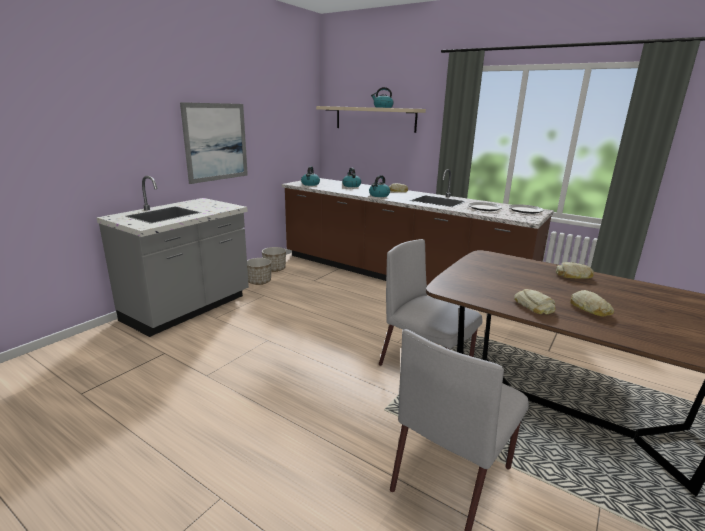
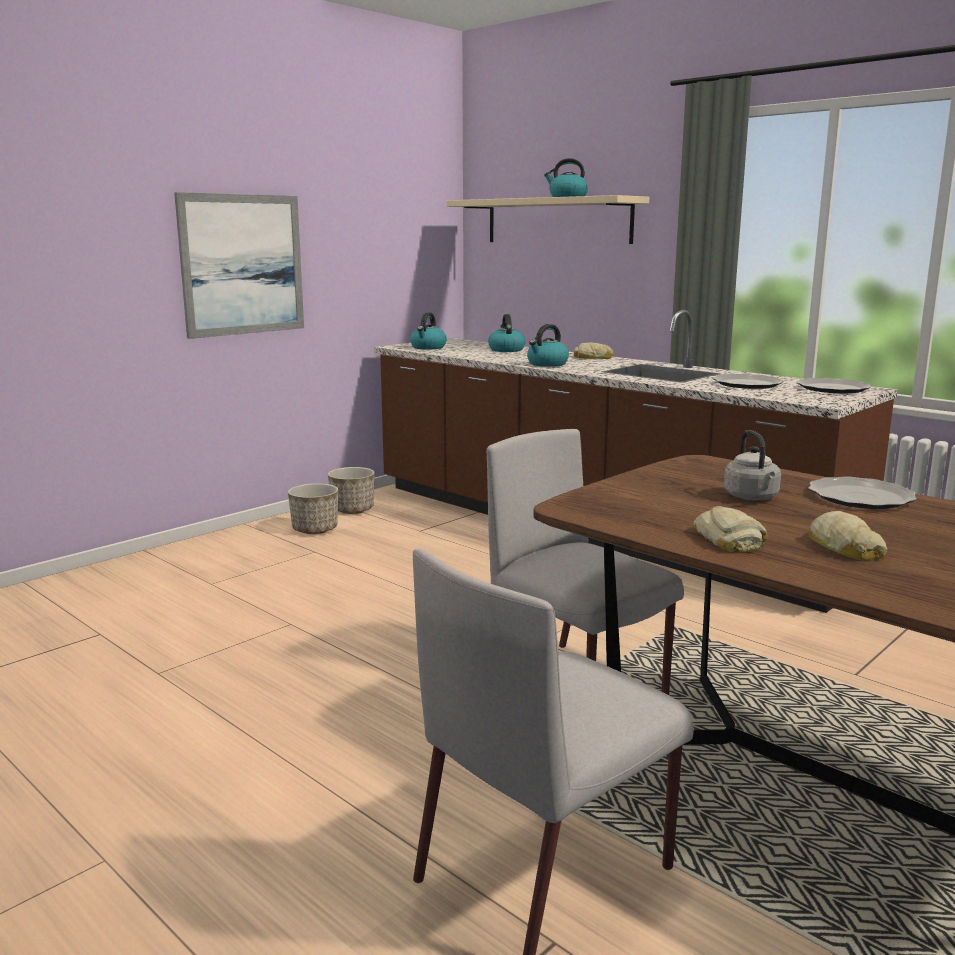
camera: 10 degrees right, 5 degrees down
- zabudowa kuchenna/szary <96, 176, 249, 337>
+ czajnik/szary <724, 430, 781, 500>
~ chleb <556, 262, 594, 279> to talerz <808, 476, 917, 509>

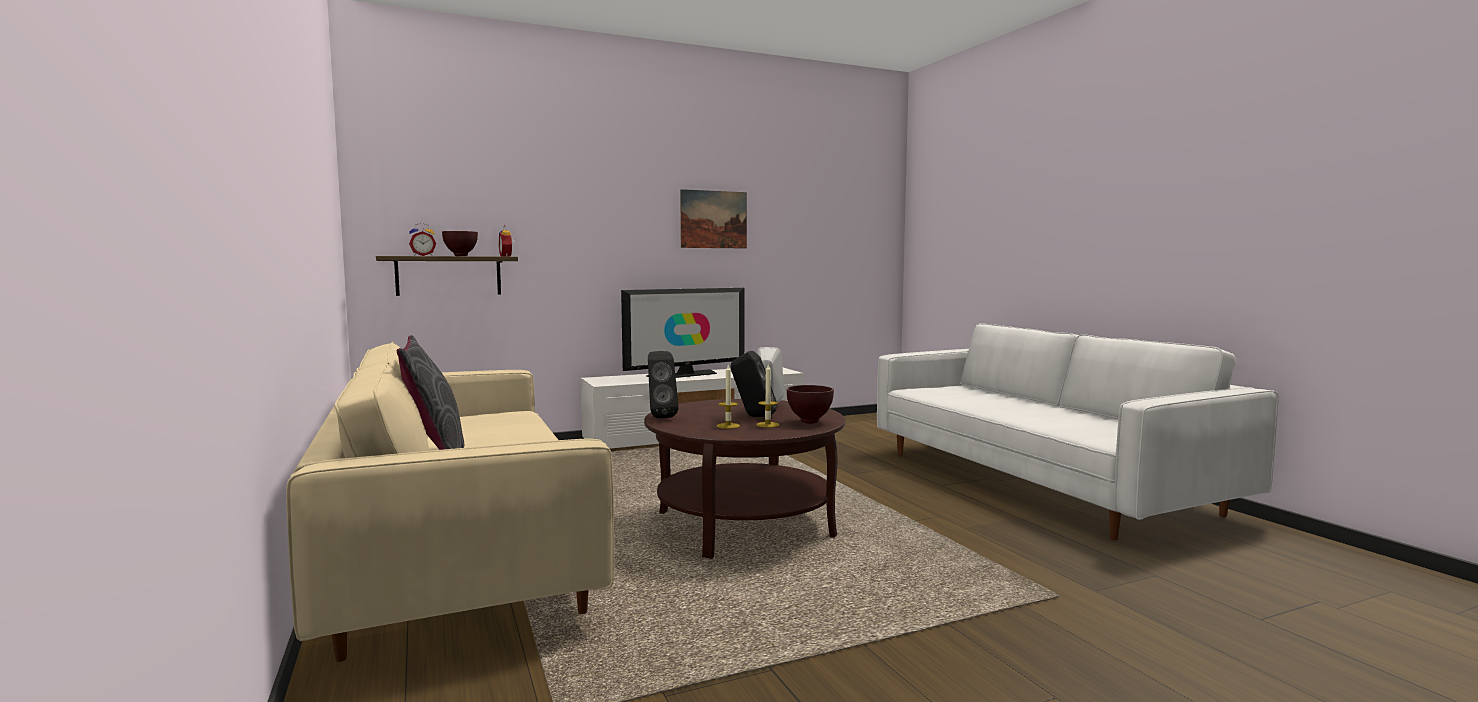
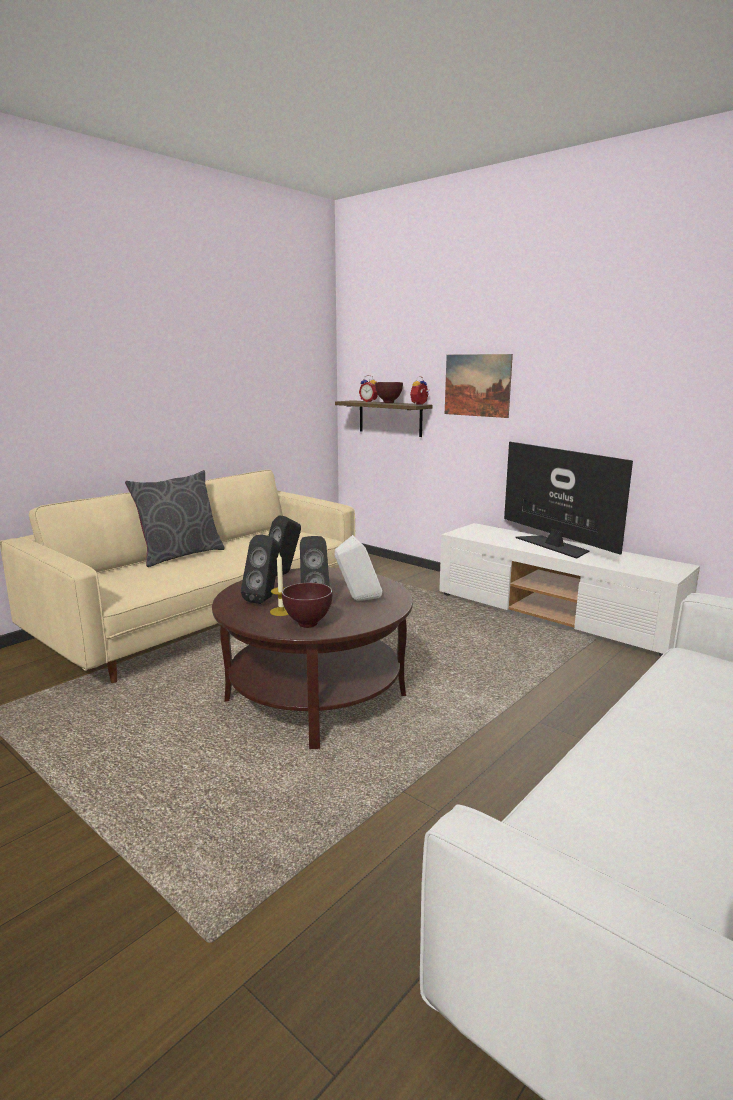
camera: 65 degrees right, 10 degrees up
~ obraz <680, 189, 747, 248> to <445, 354, 513, 418>
~ świeca <717, 365, 740, 429> to głośnik/czarny <241, 535, 281, 604>
~ telewizor <621, 288, 744, 378> = <504, 442, 633, 559> 150 degrees counterclockwise

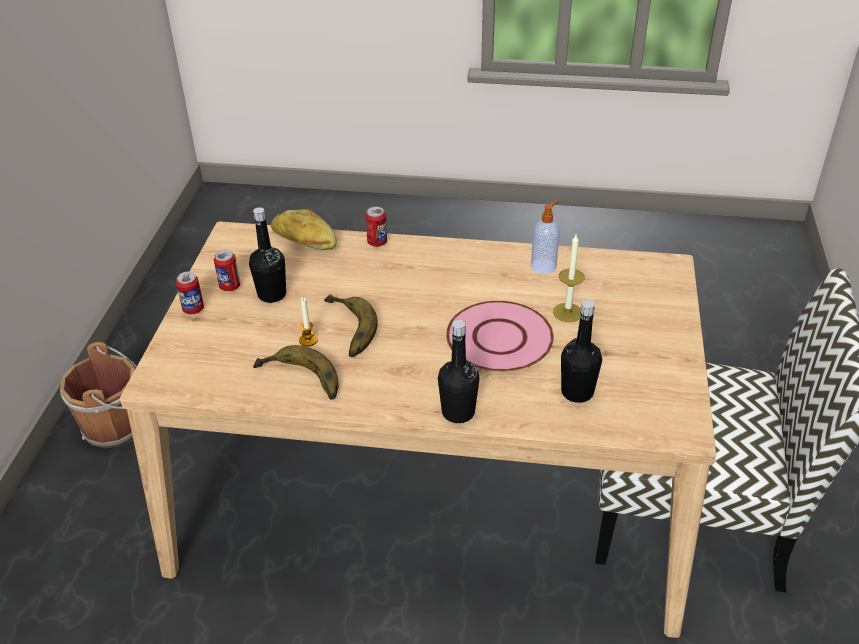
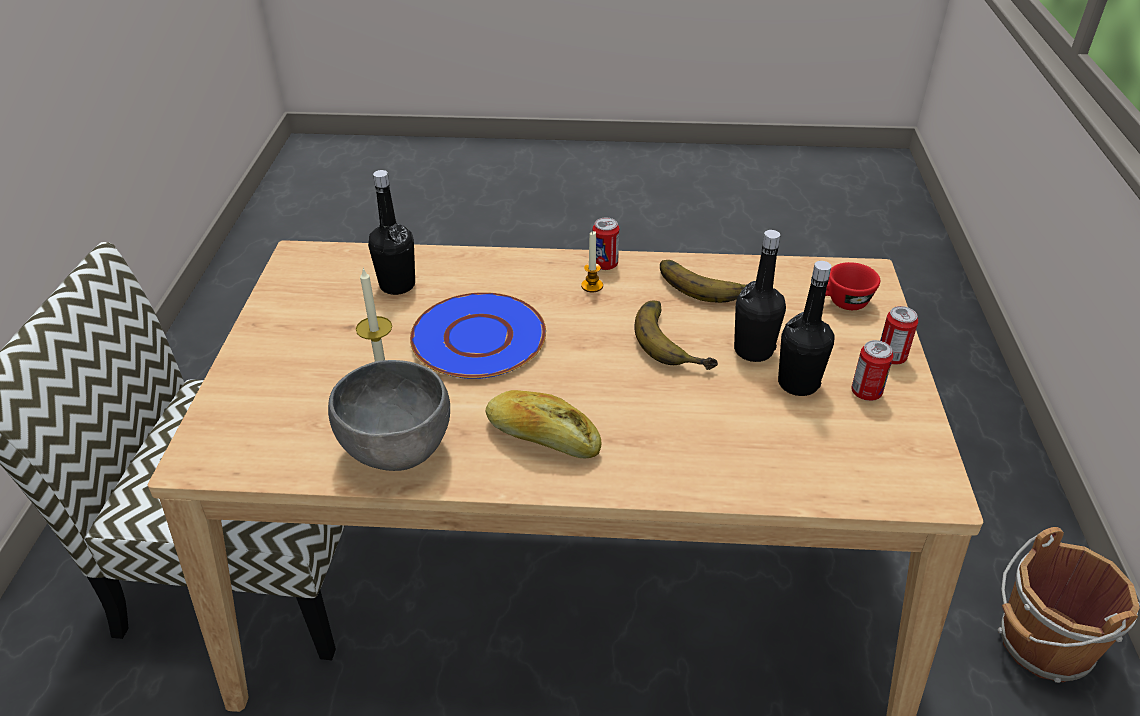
camera: 175 degrees right, 0 degrees up
+ filiżanka/czerwony <825, 262, 880, 310>
~ chleb <271, 209, 337, 250> to <486, 390, 602, 458>
~ świeca <299, 298, 318, 347> to <581, 231, 603, 293>
~ puszka <365, 207, 387, 247> to <593, 218, 619, 270>
~ butelka/czarny <438, 320, 479, 423> to <734, 230, 786, 362>
~ dozownik mydła <531, 200, 560, 274> to miska/szary <328, 360, 450, 471>
~ talerz/różowy <446, 301, 554, 372> to talerz/niebieski <410, 292, 546, 379>

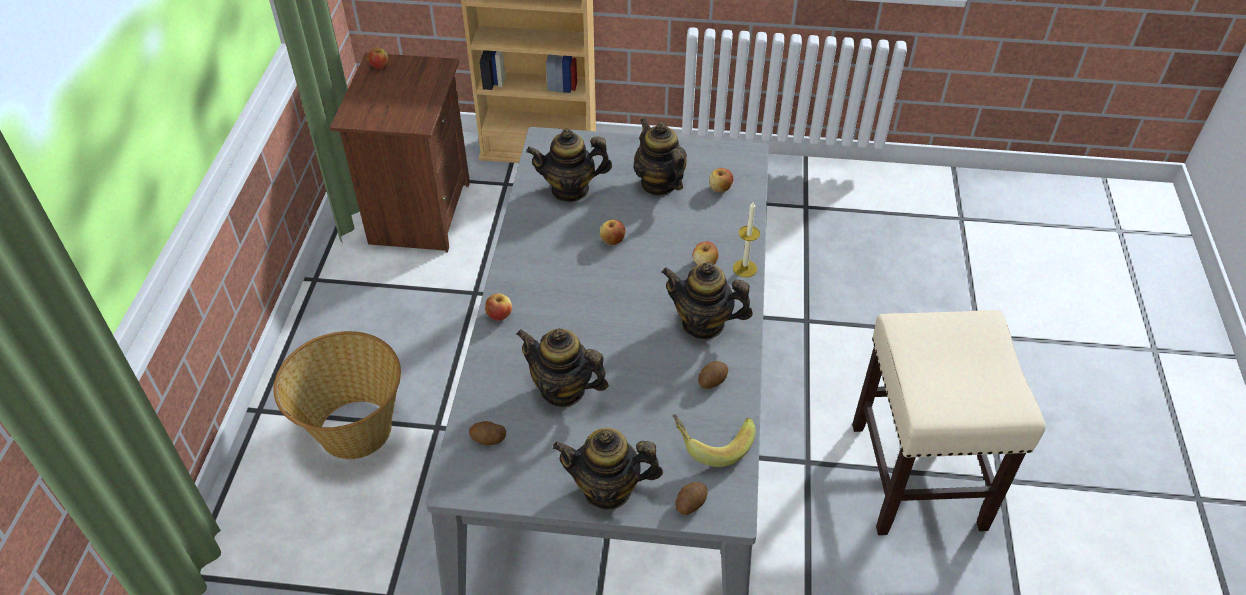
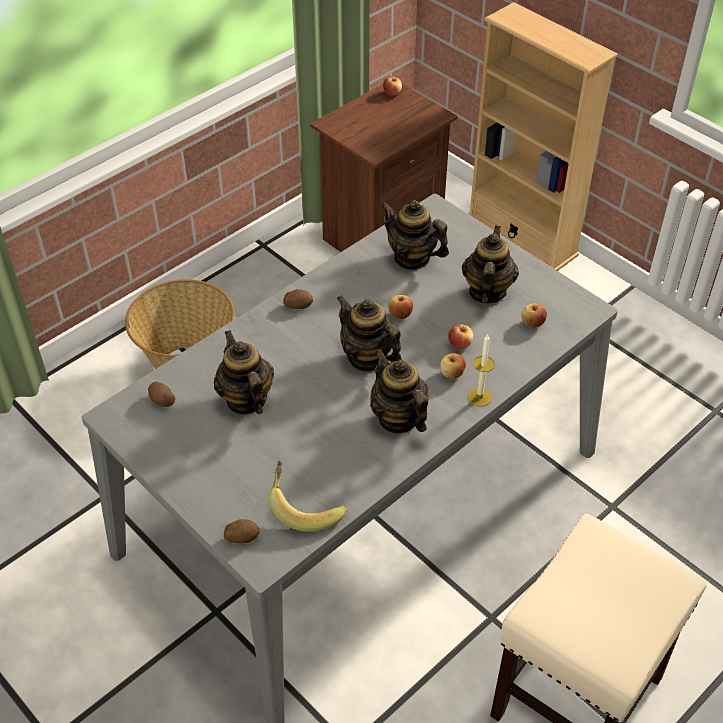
camera: 40 degrees right, 0 degrees up
~ jabłko <485, 294, 512, 321> to <448, 324, 474, 349>
~ imbryk <553, 428, 663, 509> to <336, 295, 402, 372>
~ ziemniak <698, 361, 728, 389> to <283, 289, 313, 309>

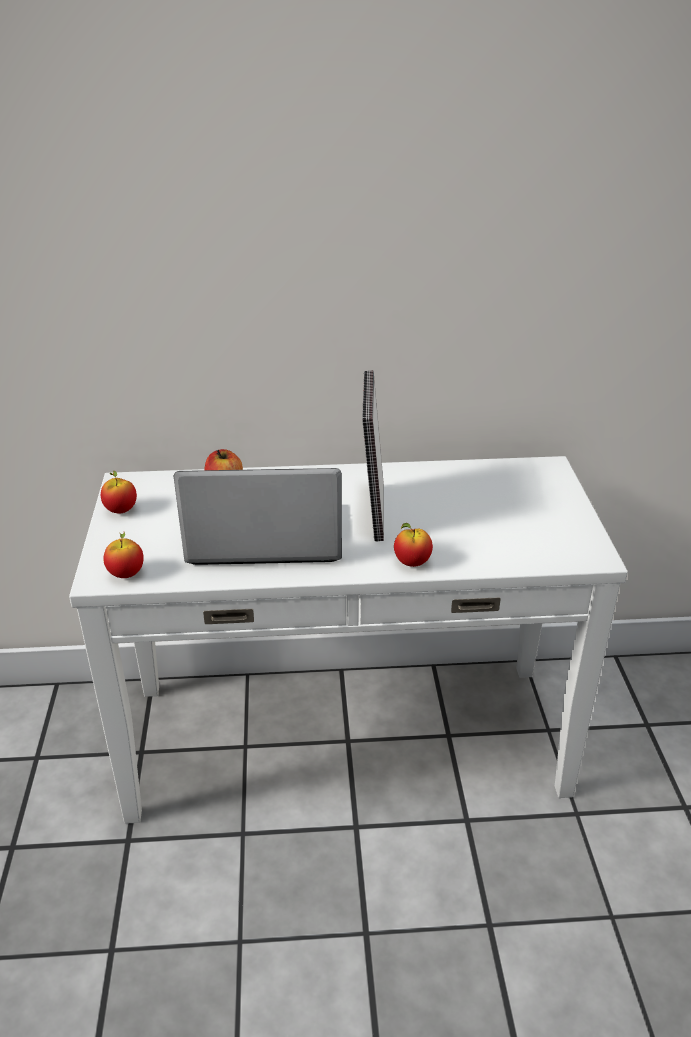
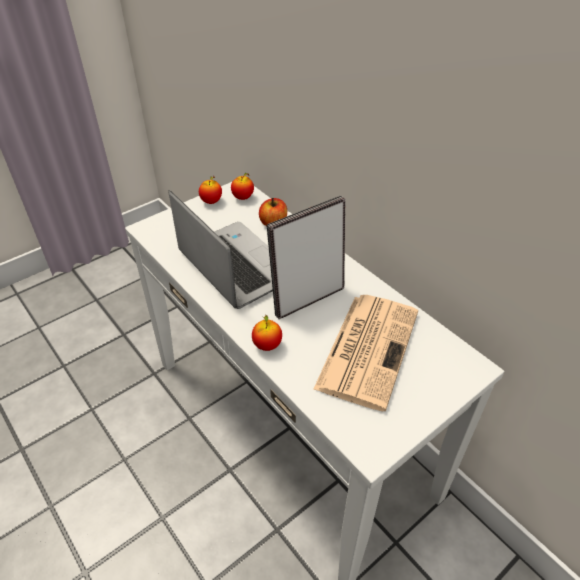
camera: 55 degrees right, 10 degrees up
+ gazeta <313, 295, 418, 411>
~ jabłko <103, 532, 144, 578> to <231, 173, 254, 200>

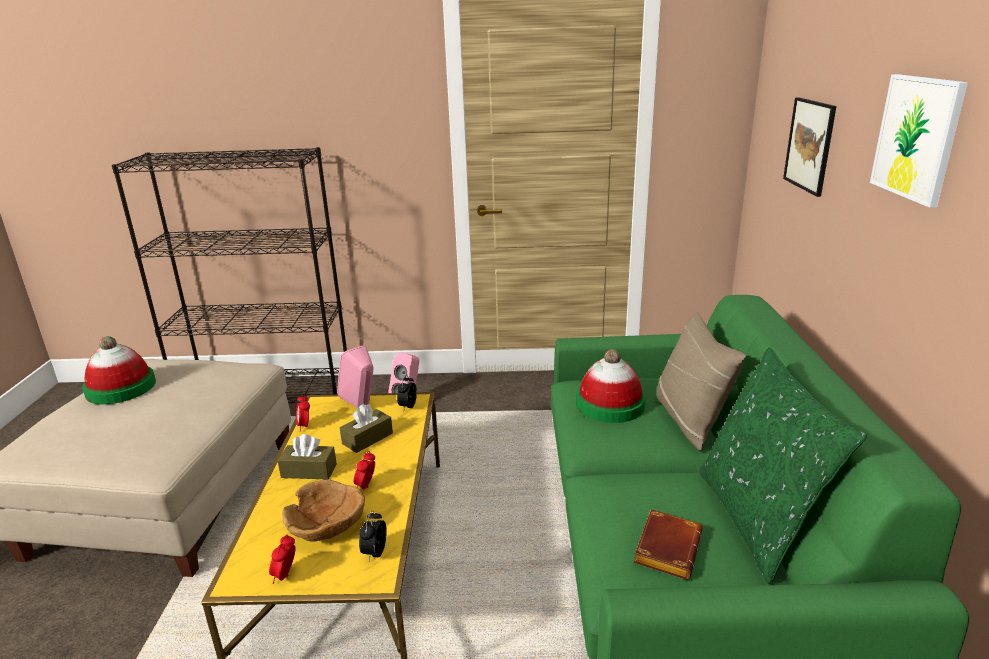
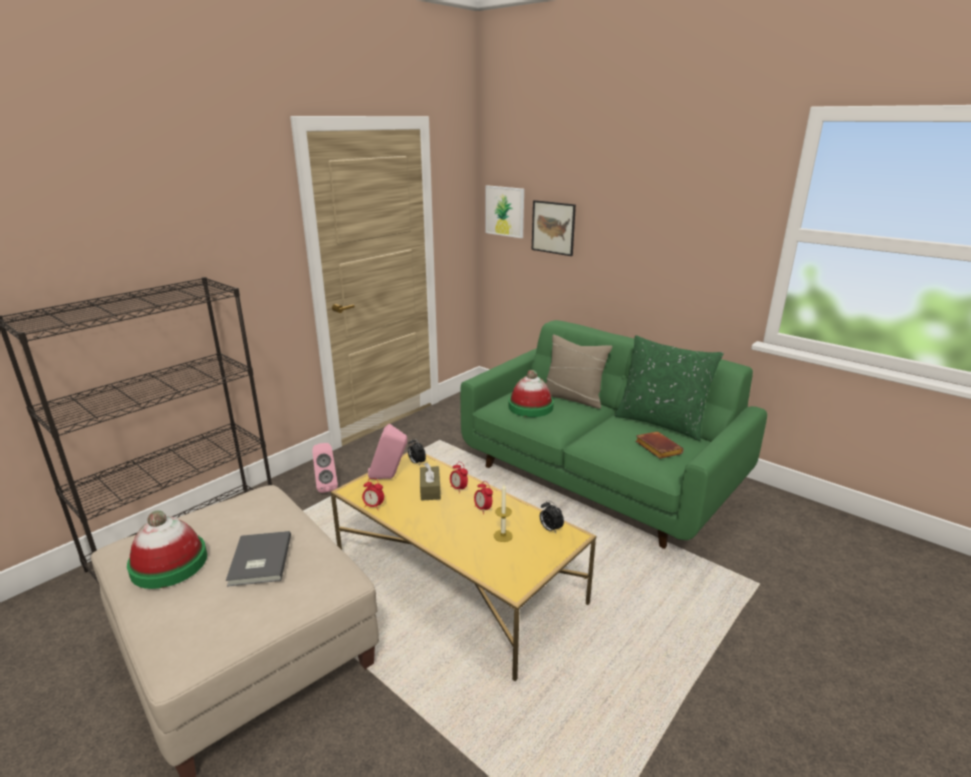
camera: 50 degrees left, 0 degrees up
- pudełko chusteczek/brązowy <277, 434, 337, 480>
+ książka/szary <226, 531, 291, 587>
~ budzik <269, 535, 295, 584> to <450, 462, 468, 493>
~ obraz <870, 74, 968, 208> to <486, 185, 524, 238>
~ miska/brązowy <282, 480, 365, 542> to świeca <494, 484, 513, 542>

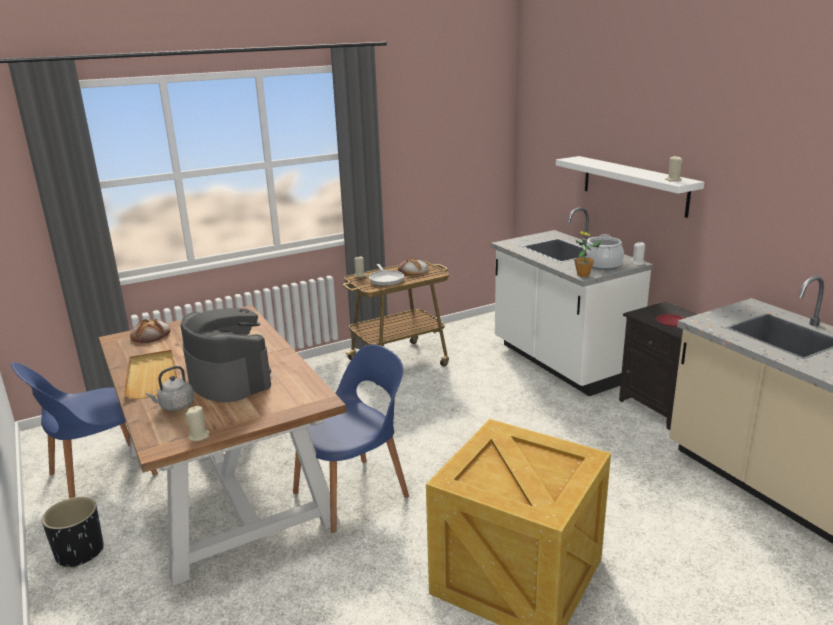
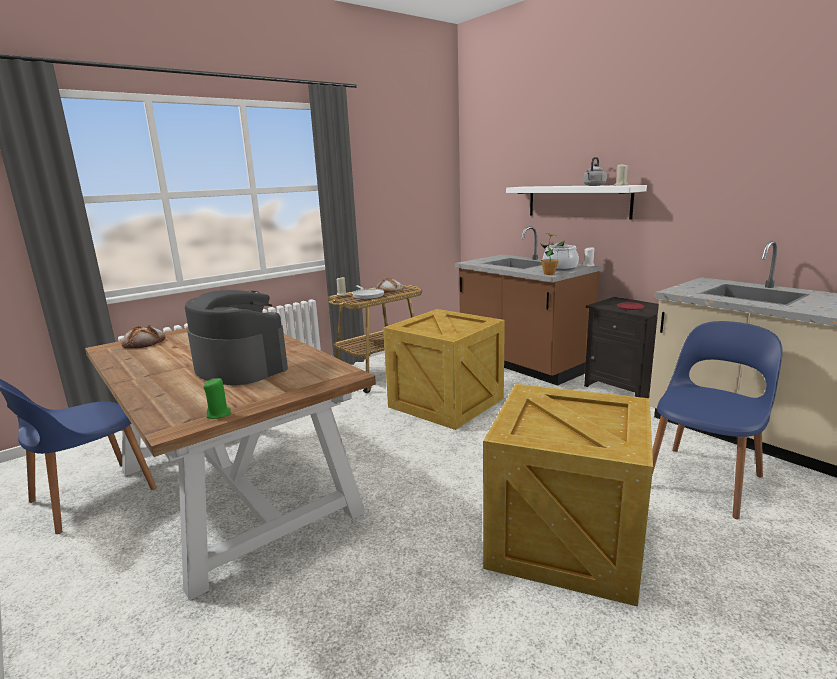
camera: 10 degrees left, 5 degrees down
- donica/czarny <42, 497, 104, 568>
- taca/beżowy <124, 350, 178, 399>
+ skrzynka <383, 309, 505, 430>
~ czajnik/szary <146, 366, 194, 411> to <584, 157, 607, 186>
~ krzesło/niebieski <293, 344, 409, 533> to <652, 321, 783, 519>
~ świeca/beżowy <186, 406, 210, 441> to świeca/zielony <203, 378, 231, 419>
~ zabudowa kuchenna/biały <491, 207, 653, 396> to zabudowa kuchenna/brązowy <455, 226, 601, 386>

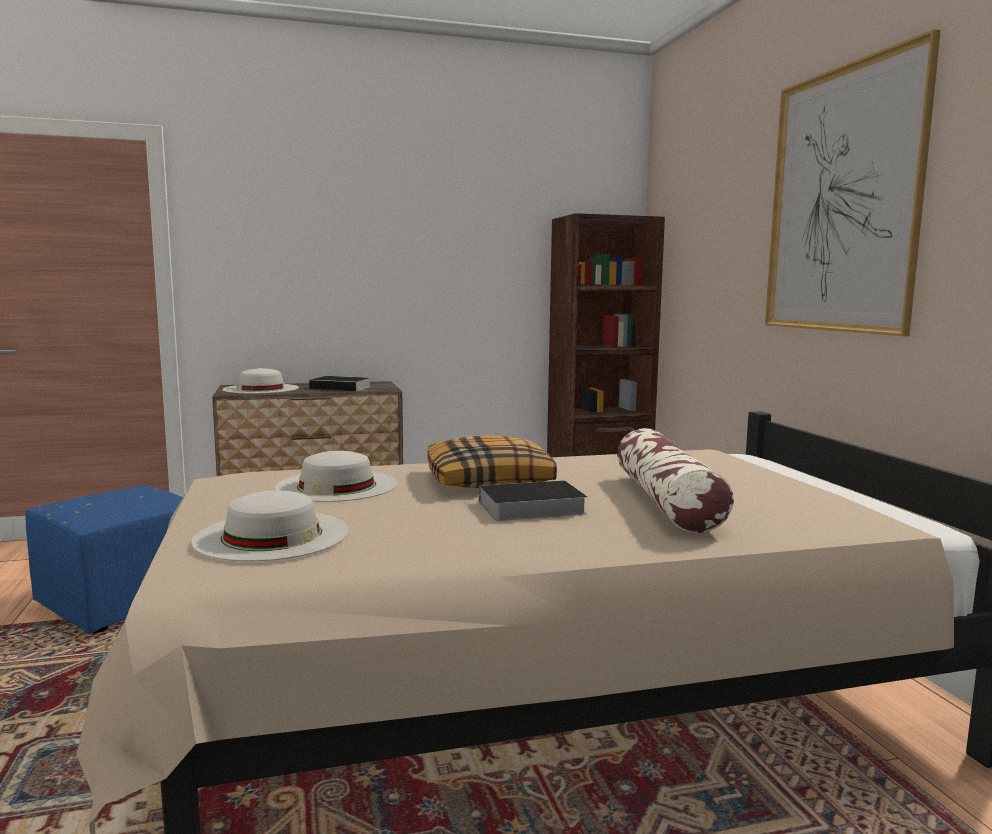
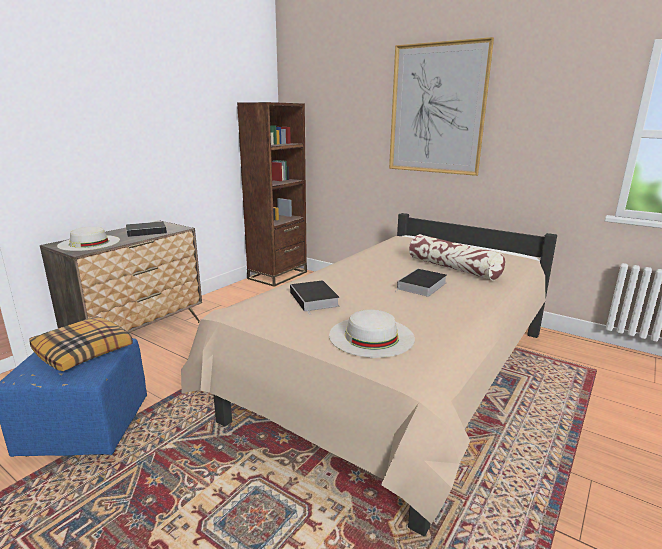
camera: 40 degrees left, 10 degrees up
~ poduszka <427, 435, 557, 488> to <29, 316, 133, 371>
~ kapelusz/biały <274, 451, 397, 502> to książka <290, 280, 339, 315>

